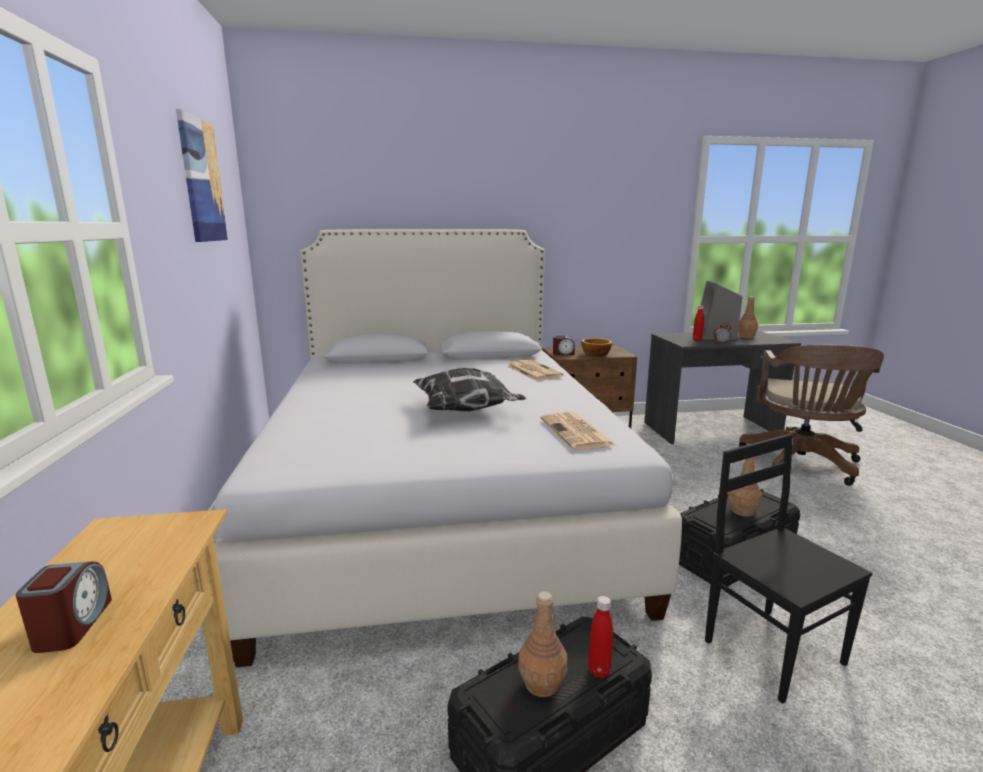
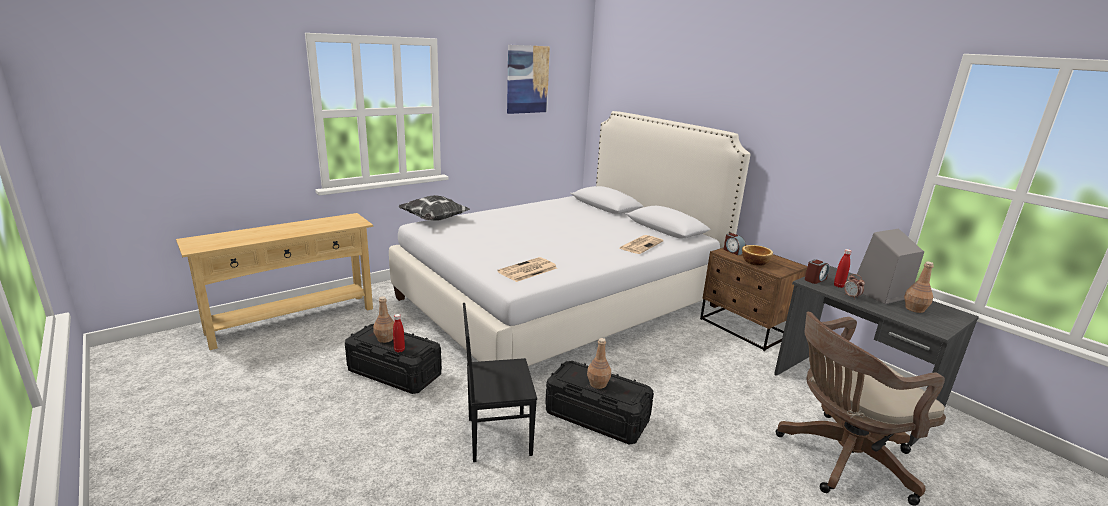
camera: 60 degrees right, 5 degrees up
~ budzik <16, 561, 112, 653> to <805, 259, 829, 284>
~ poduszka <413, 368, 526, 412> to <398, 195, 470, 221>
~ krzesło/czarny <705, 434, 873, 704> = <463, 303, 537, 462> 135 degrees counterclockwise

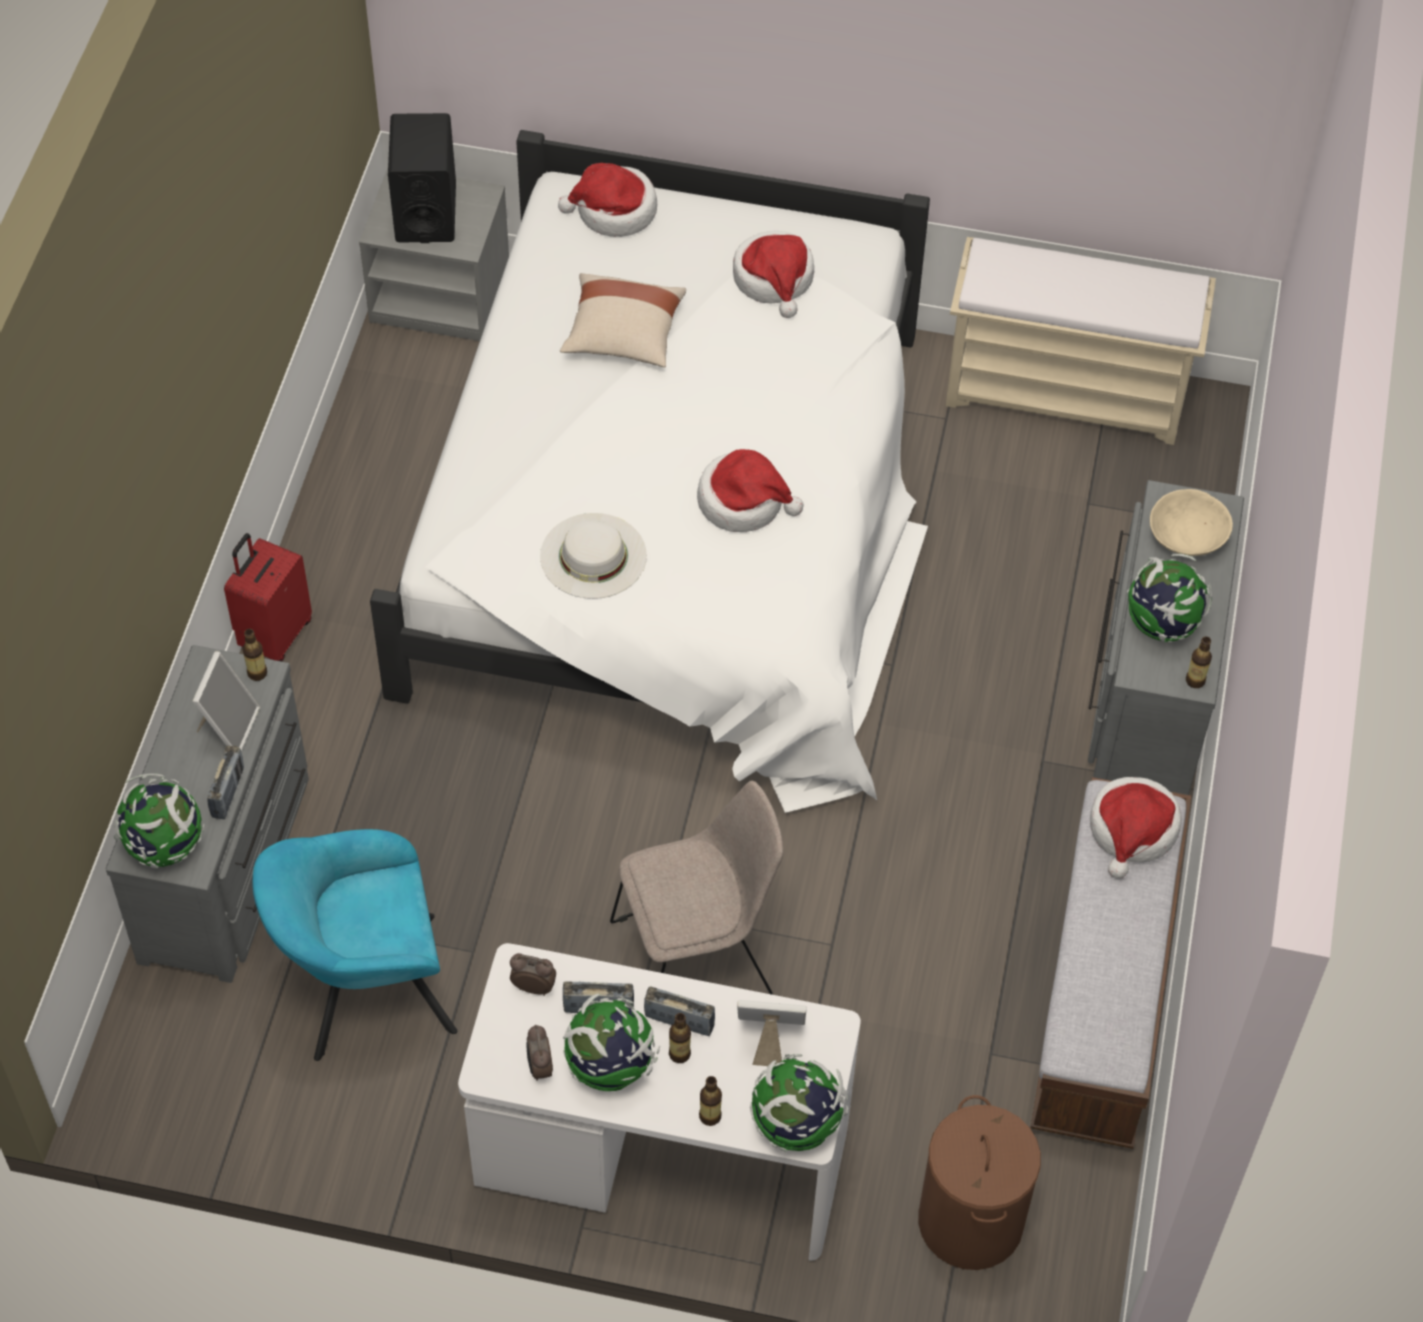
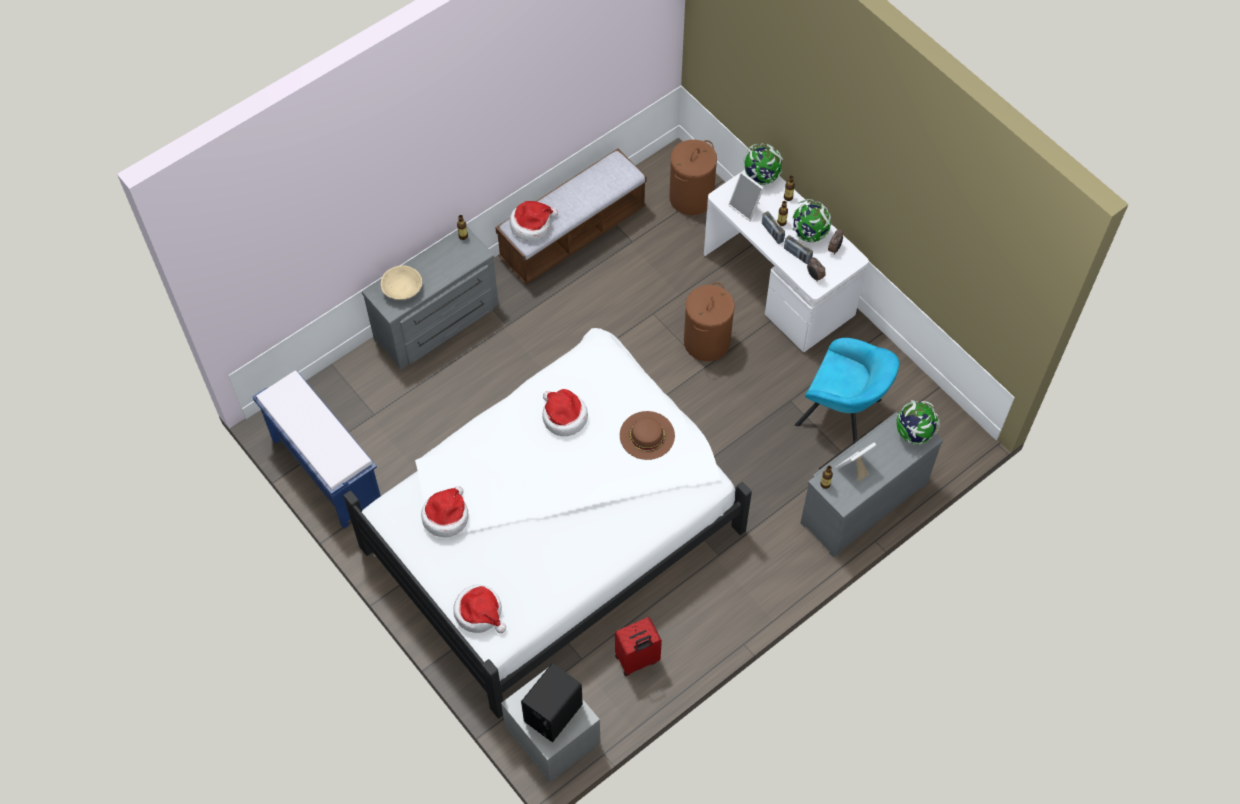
camera: 140 degrees left, 5 degrees up
- radio <207, 745, 244, 819>
- poduszka/beżowy <560, 273, 686, 368>
- globus <1127, 554, 1212, 642>
~ walizka/czerwony <224, 533, 312, 661> to <615, 617, 662, 676>
~ krzesło/beżowy <610, 781, 783, 995> to kosz na pranie/brązowy <684, 282, 735, 361>
~ kapelusz/biały <540, 513, 647, 599> to kapelusz/brązowy <620, 411, 675, 460>
~ ławka/beżowy <946, 237, 1216, 445> to ławka/niebieski <252, 370, 381, 528>

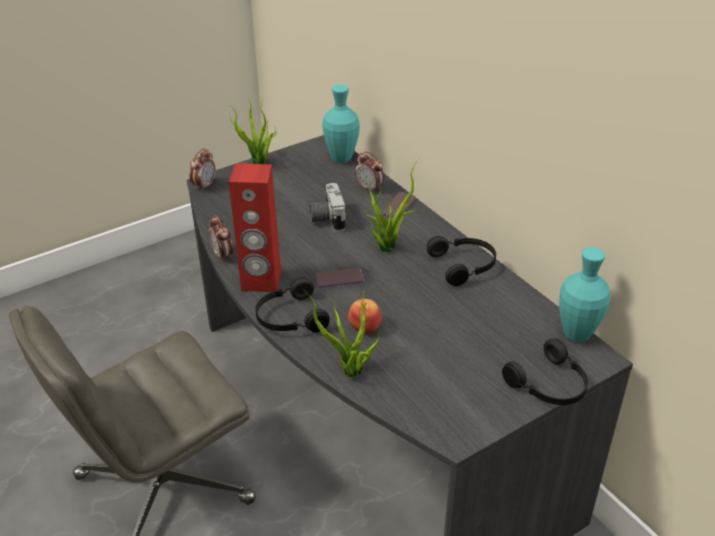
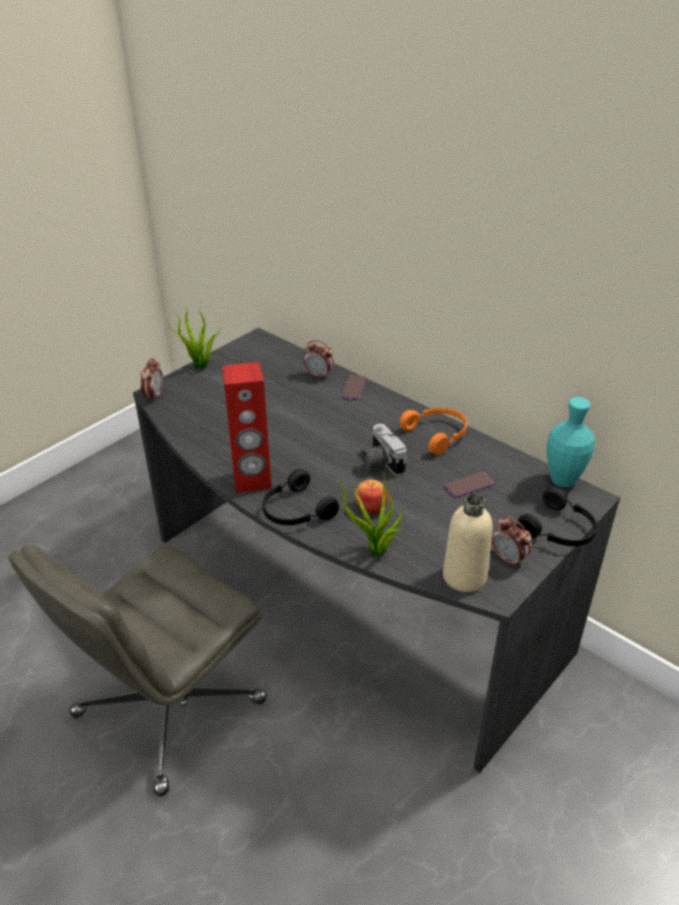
camera: 15 degrees left, 0 degrees up
- wazon/turkusowy <322, 84, 360, 163>
- roślina doniczkowa <364, 158, 420, 252>
+ butelka/beżowy <443, 494, 492, 592>
~ budzik <209, 215, 233, 262> to <492, 517, 531, 568>
~ aparat fotograficzny <309, 183, 346, 232> to <362, 424, 407, 476>
~ telefon <315, 268, 364, 287> to <444, 471, 495, 498>
~ słuchawki/czarny <427, 236, 496, 286> to słuchawki/pomarańczowy <399, 408, 467, 455>

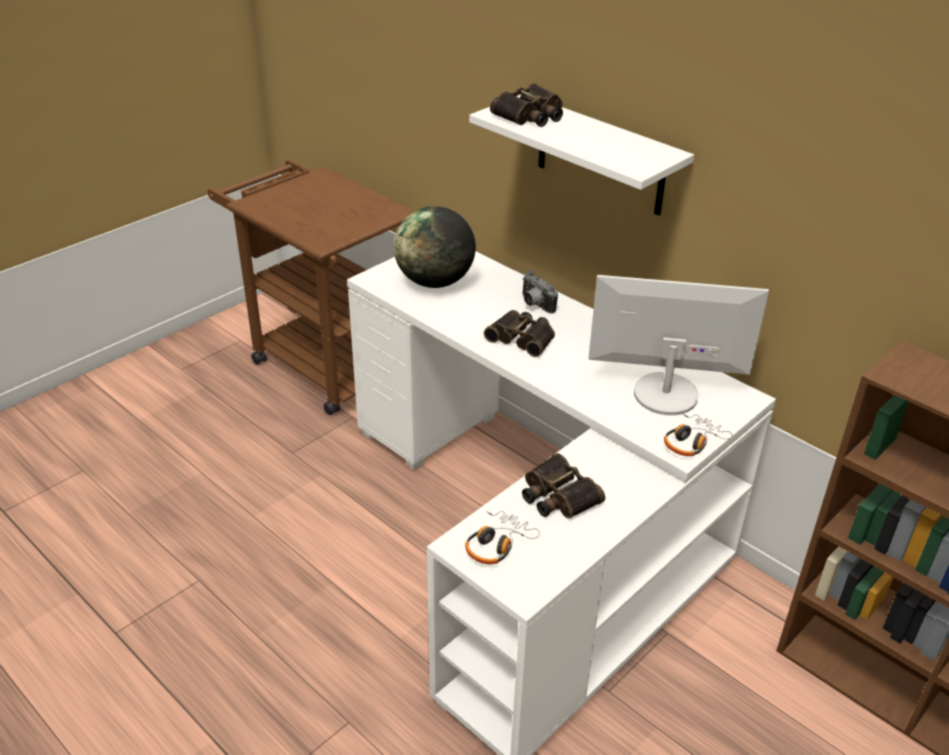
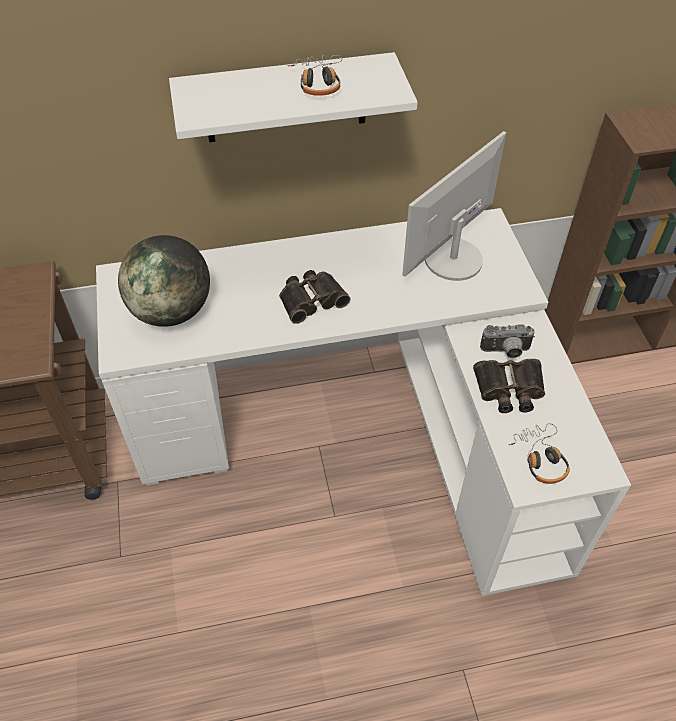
camera: 55 degrees left, 15 degrees up
- lornetka <490, 83, 563, 127>
~ aparat fotograficzny <522, 270, 558, 314> to <480, 324, 535, 358>
~ słuchawki <664, 414, 732, 456> to <288, 55, 342, 96>

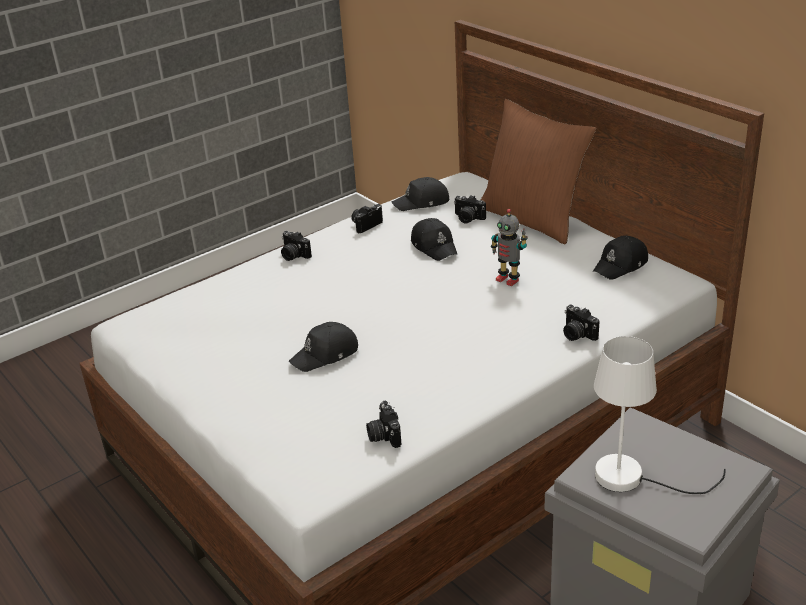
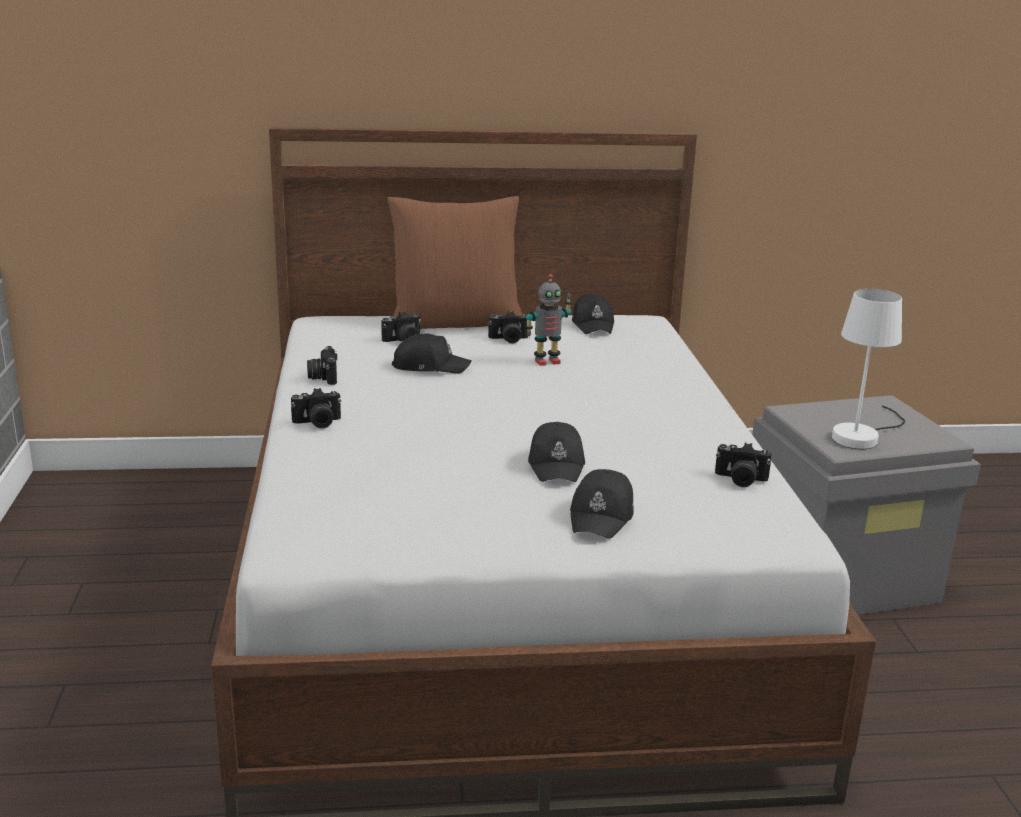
camera: 60 degrees left, 10 degrees down
~ czapka z daszkiem/czarny <391, 177, 449, 211> to <570, 469, 634, 539>
~ aparat fotograficzny <563, 304, 599, 341> to <488, 311, 528, 343>

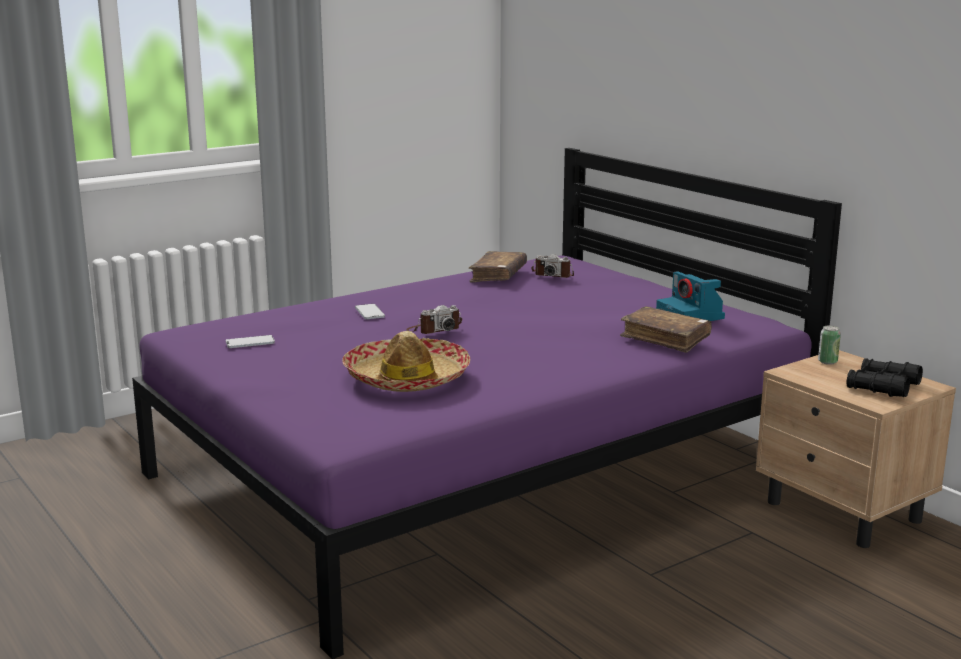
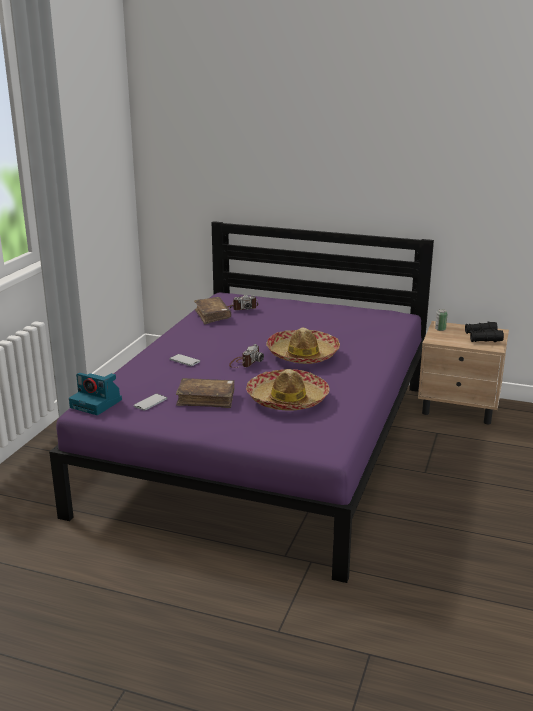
camera: 35 degrees left, 5 degrees up
+ kapelusz <266, 328, 340, 364>
~ książka/brązowy <620, 306, 712, 353> to <176, 378, 235, 408>
~ aparat fotograficzny <656, 271, 725, 321> to <69, 373, 122, 415>

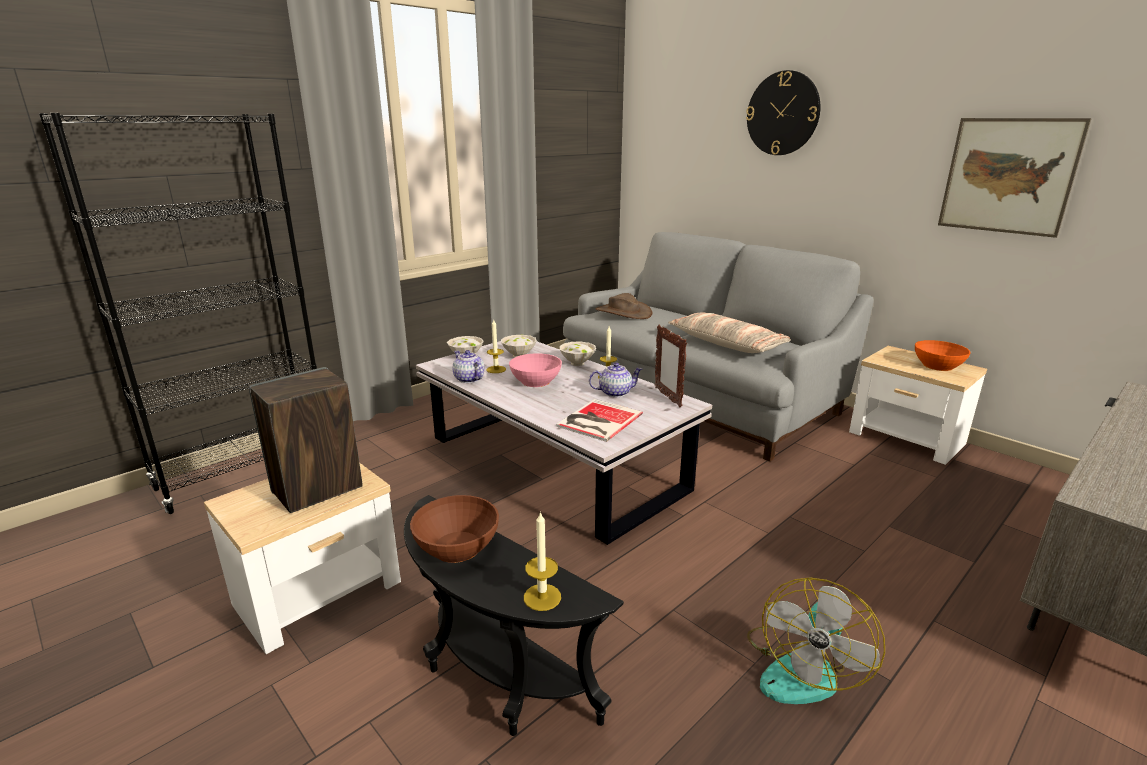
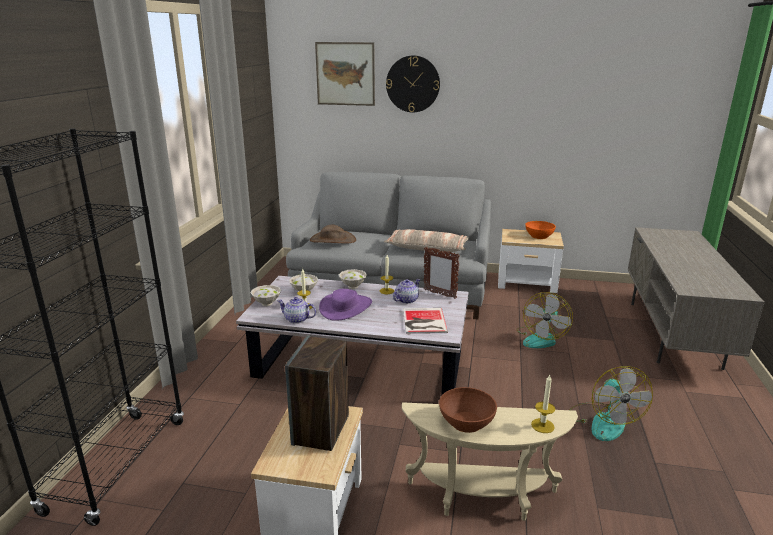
camera: 35 degrees left, 0 degrees up
+ wentylator <517, 292, 573, 348>
~ obraz <938, 118, 1092, 238> to <315, 42, 375, 106>
~ miska/różowy <509, 353, 562, 387> to kapelusz/fioletowy <319, 289, 372, 321>
~ stolik/czarny <404, 495, 624, 736> to stolik/beżowy <402, 402, 578, 521>

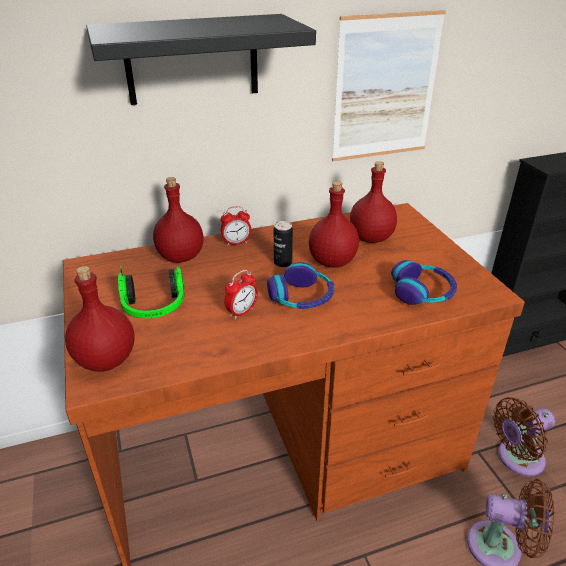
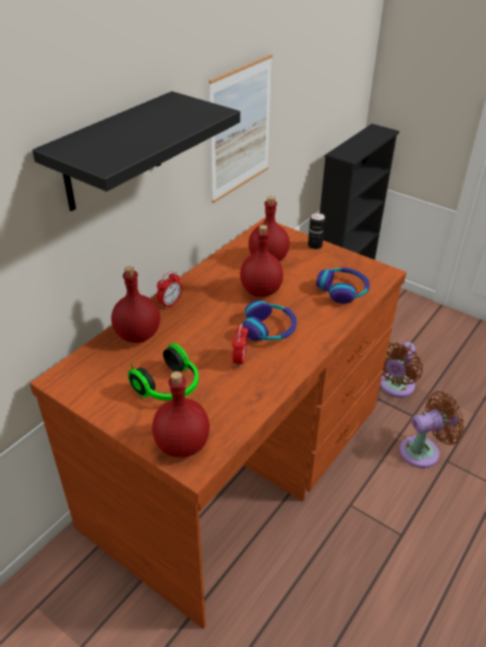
camera: 35 degrees left, 5 degrees up
~ puszka <274, 221, 293, 267> to <308, 213, 325, 249>

